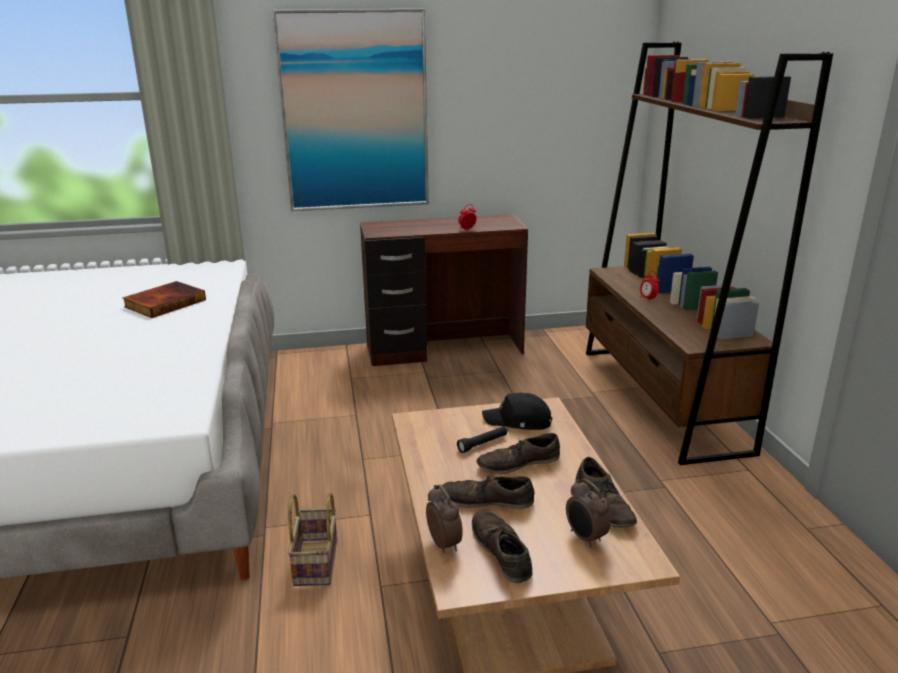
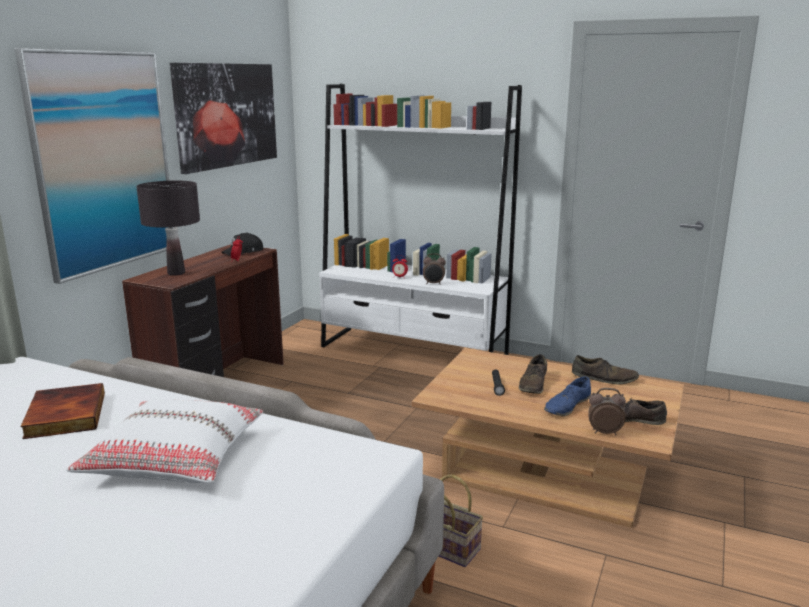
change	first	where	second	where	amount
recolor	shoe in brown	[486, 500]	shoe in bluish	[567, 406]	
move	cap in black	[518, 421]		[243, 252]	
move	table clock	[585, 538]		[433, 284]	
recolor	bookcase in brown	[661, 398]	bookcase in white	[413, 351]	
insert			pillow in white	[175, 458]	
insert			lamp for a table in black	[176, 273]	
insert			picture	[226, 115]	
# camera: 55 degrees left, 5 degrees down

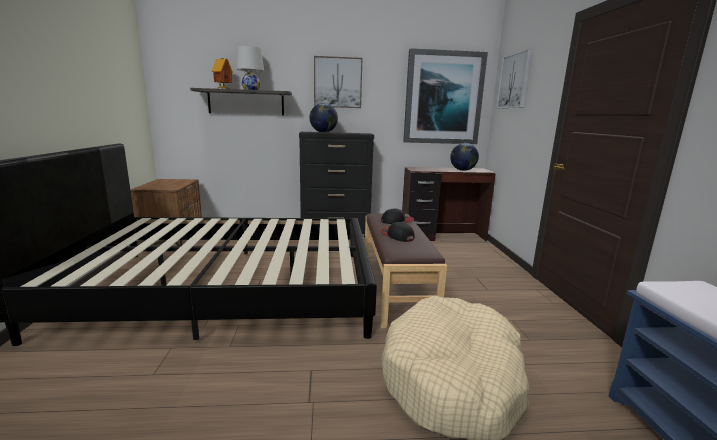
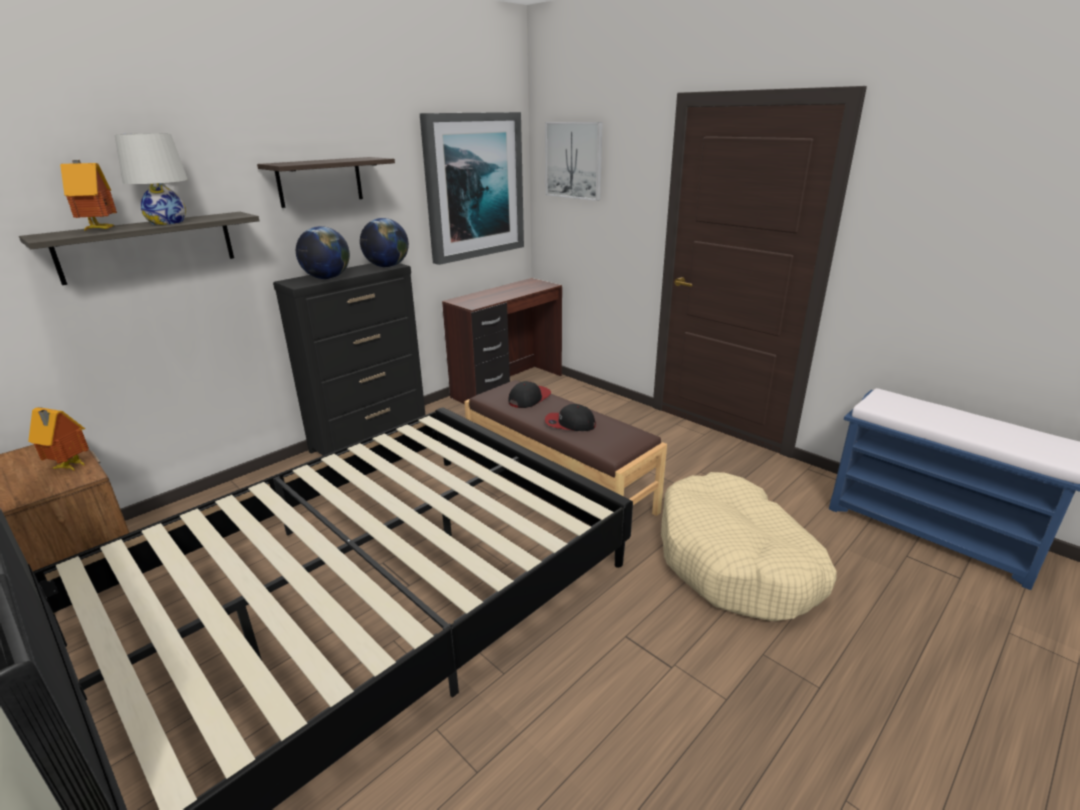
change	first	where	second	where	amount
replace	picture	[337, 82]	bracket shelf	[320, 182]	
move	globe	[462, 170]		[387, 266]	
insert			toy house	[69, 467]	
# camera: 40 degrees left, 10 degrees up

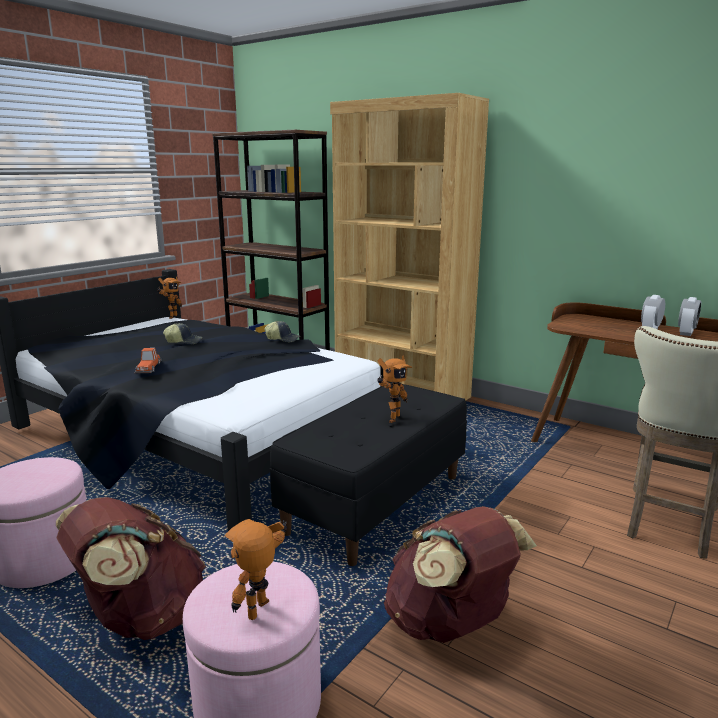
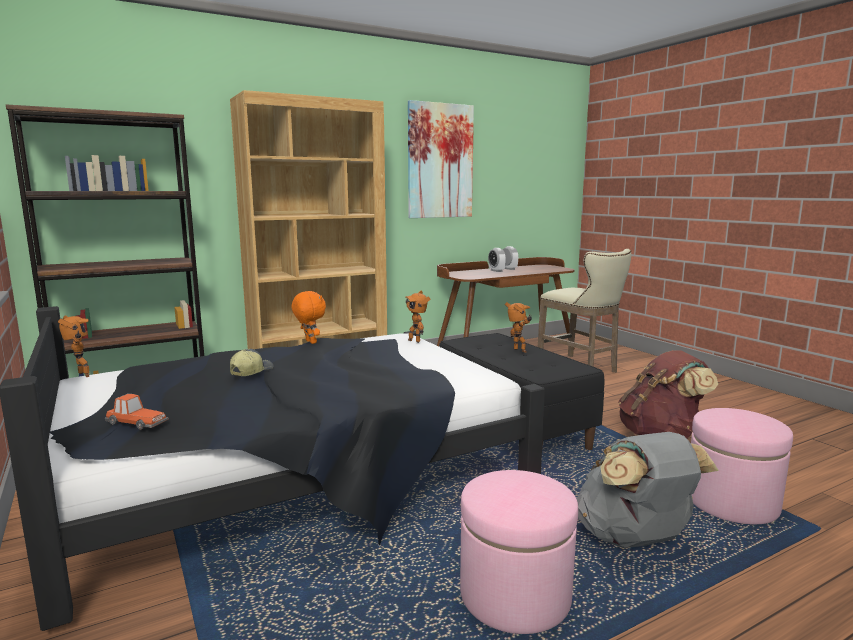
change	first	where	second	where	amount
recolor	rucksack in brown	[140, 618]	rucksack in gray	[634, 539]	
move	model car	[148, 368]		[136, 422]	
move	robot figure	[263, 611]		[415, 340]	
replace	cap	[283, 339]	plush toy in orange-coloured	[310, 342]	
insert			picture	[440, 161]	
# camera: 65 degrees left, 5 degrees down

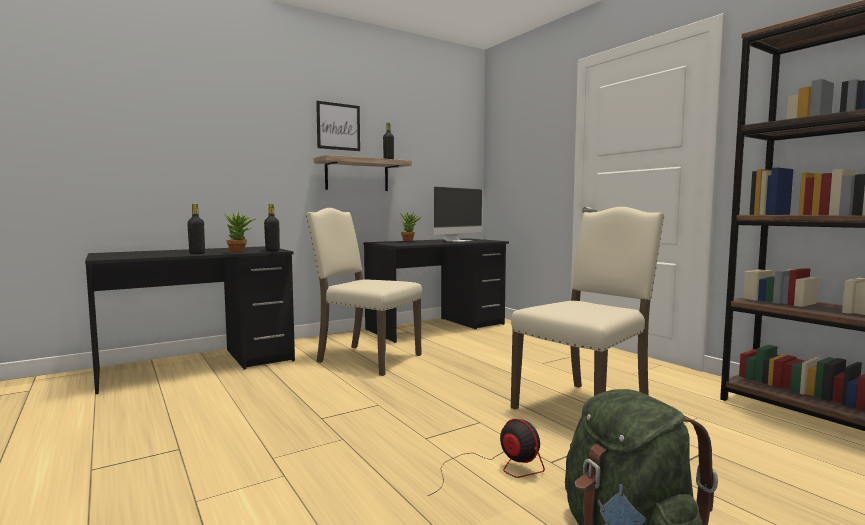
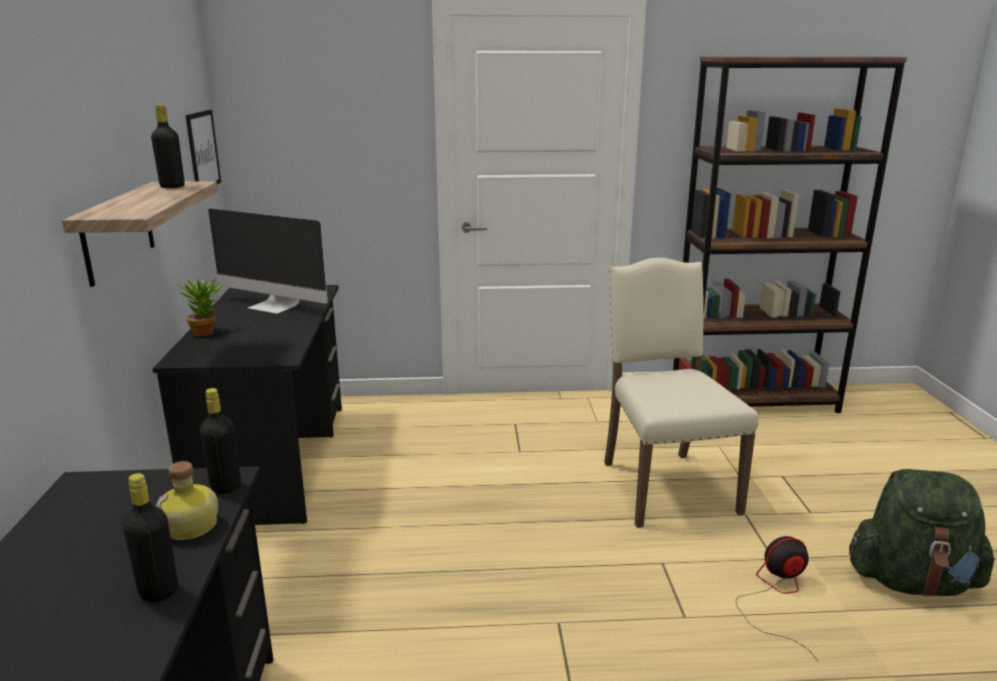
change	first	where	second	where	amount
replace	plant in a pot	[240, 252]	beverage bottle	[192, 527]	
delete	plain chair in beige	[366, 358]			
move	picture	[338, 126]		[203, 150]	
rotate	monitor	[458, 241]		[275, 306]	135 degrees clockwise
# camera: 60 degrees left, 15 degrees up

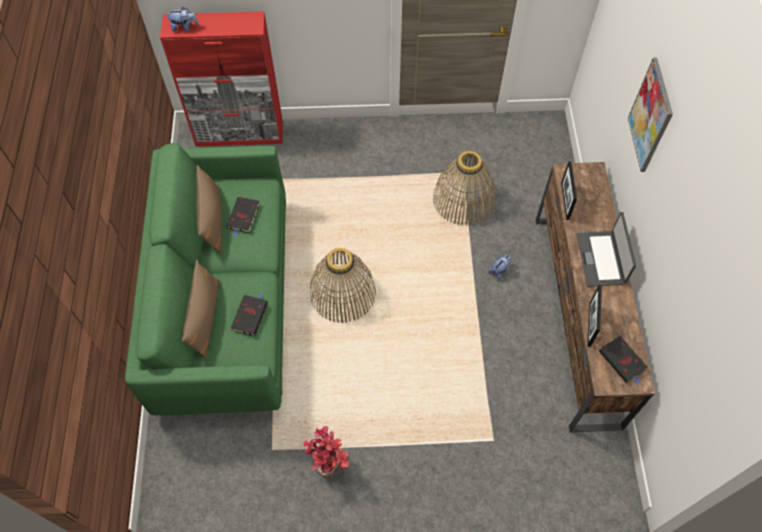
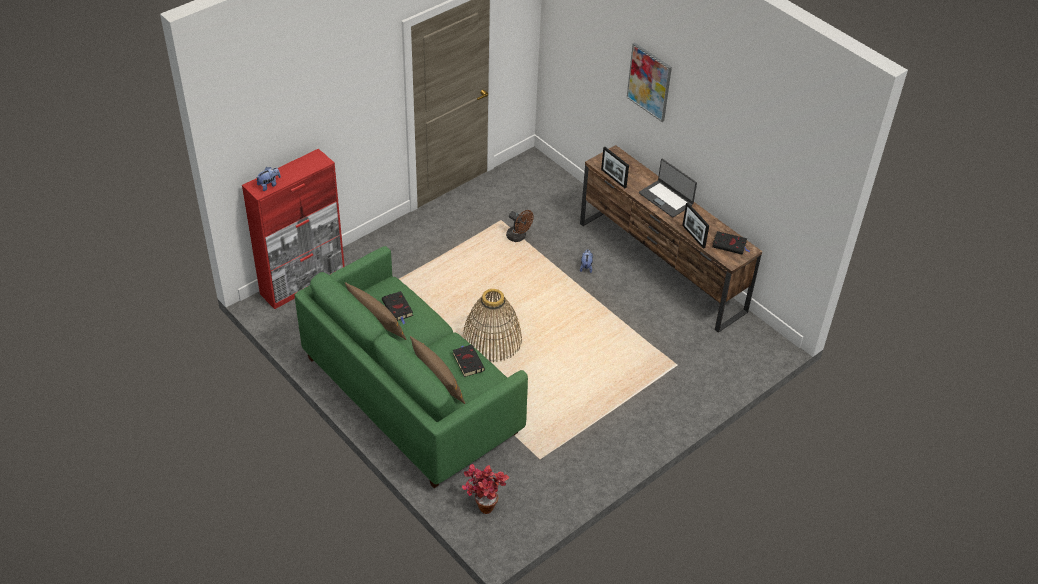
change	first	where	second	where	amount
move	plant in a pot	[329, 463]		[483, 504]	
replace	household basket	[463, 199]	fan in brown	[519, 237]	
# camera: 40 degrees left, 15 degrees down

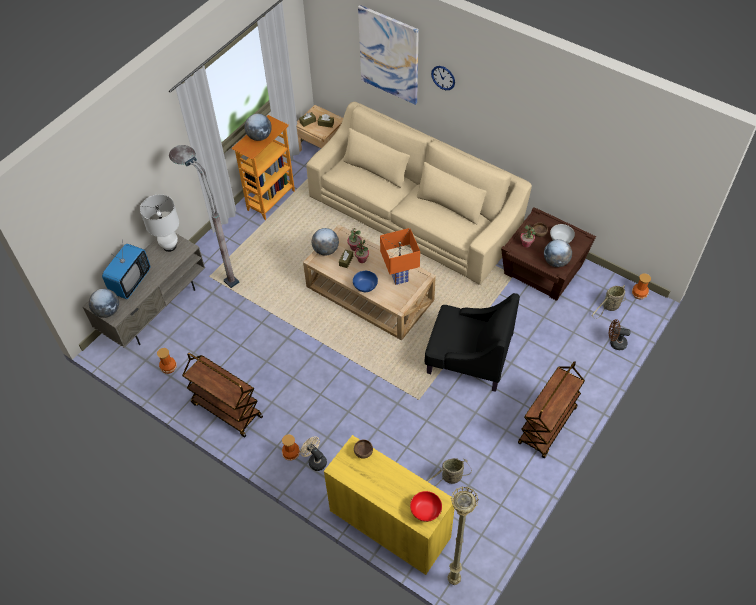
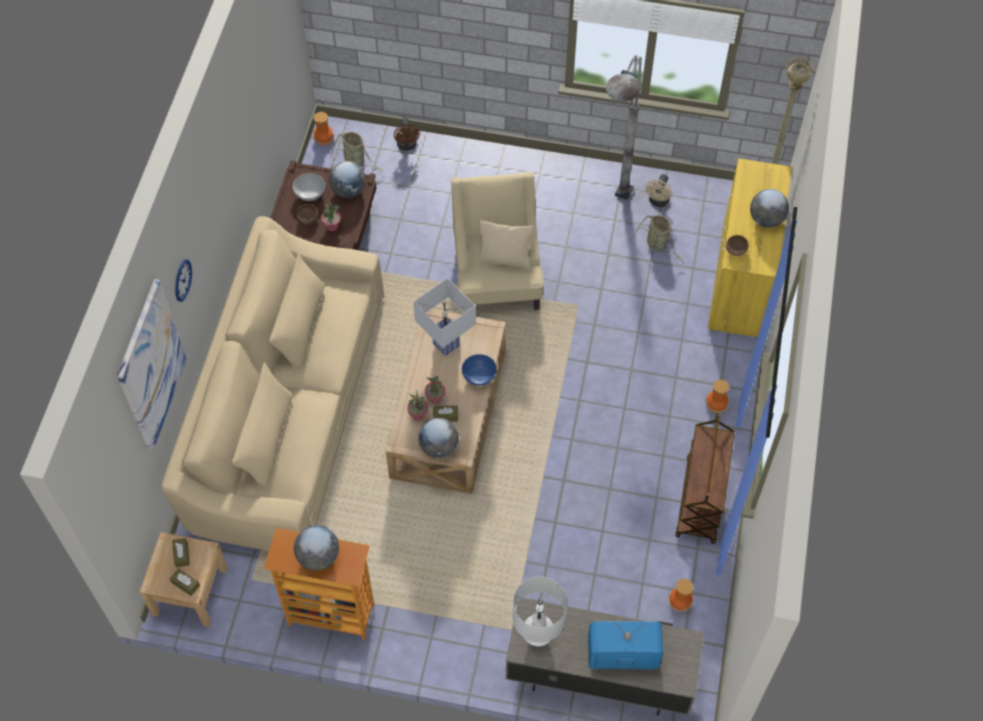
change	first	where	second	where	amount
move	globe	[107, 311]		[766, 219]	
move	standing lamp in gray	[217, 268]		[612, 215]	
move	fan in beige	[315, 460]		[658, 202]	
recolor	lamp for a table in orange-coloured	[400, 278]	lamp for a table in white	[446, 344]	
delete	serving bowl in red-coloured	[425, 511]			
recolor	lounge chair in black	[467, 358]	lounge chair in beige	[496, 276]	
delete	trolley in brown	[547, 426]			
insert			pillow in beige	[504, 259]	
# camera: 115 degrees left, 5 degrees up

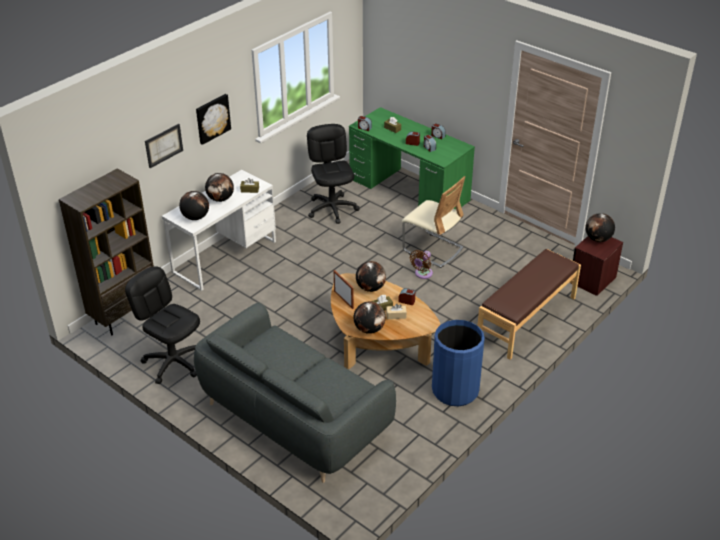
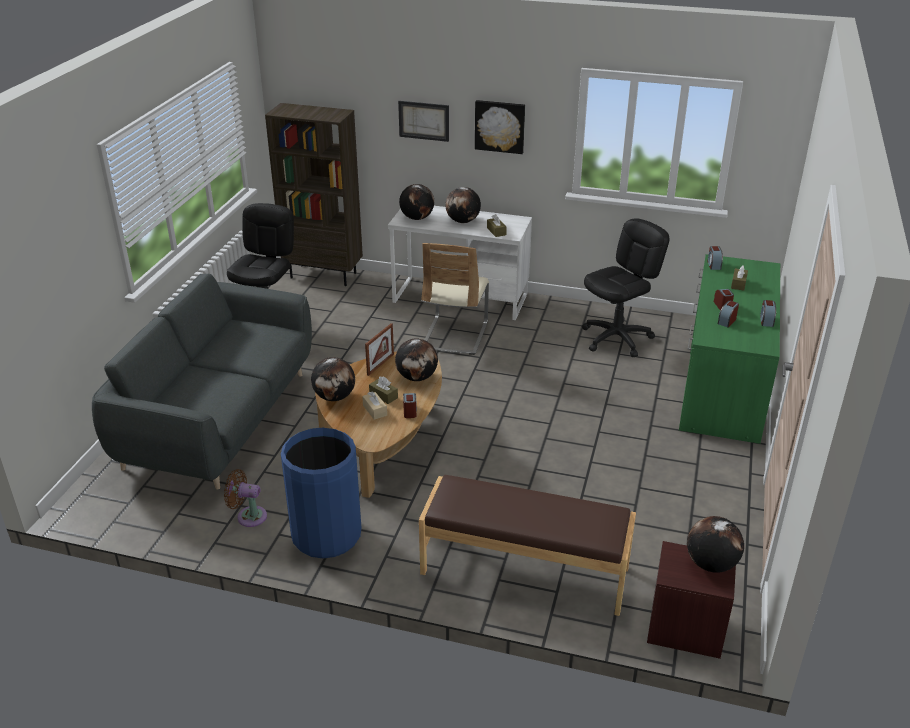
change	first	where	second	where	amount
move	plain chair in beige	[432, 249]		[455, 335]	
move	fan in brown	[422, 274]		[248, 516]	
# camera: 65 degrees right, 5 degrees down

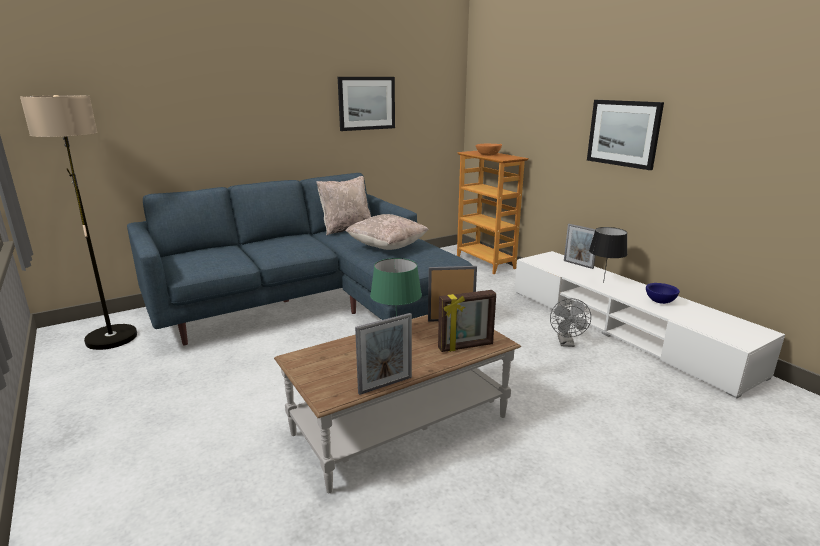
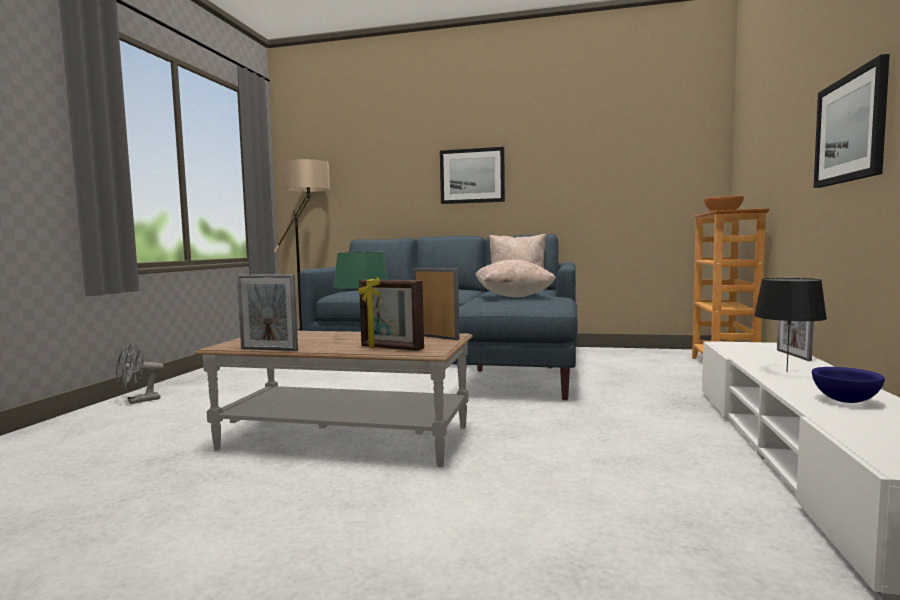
change	first	where	second	where	amount
move	picture	[366, 103]		[472, 176]	
move	fan in gray	[566, 343]		[138, 401]	
# camera: 45 degrees right, 15 degrees down

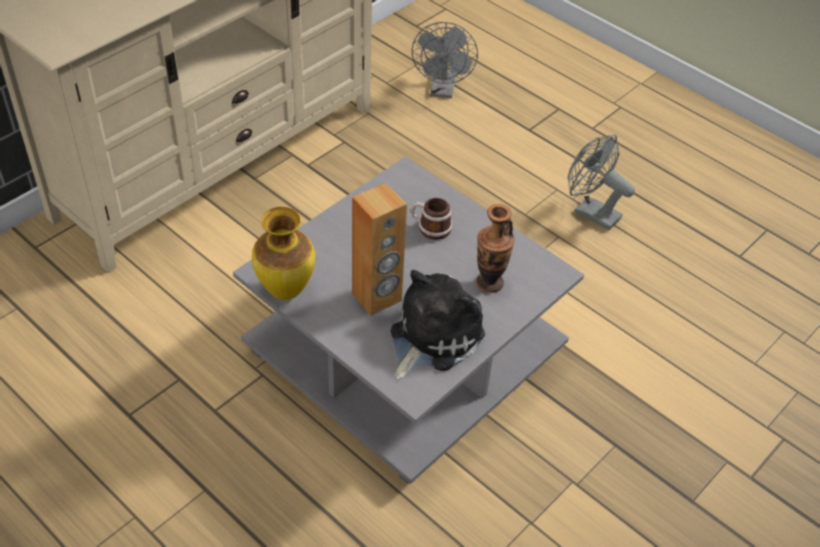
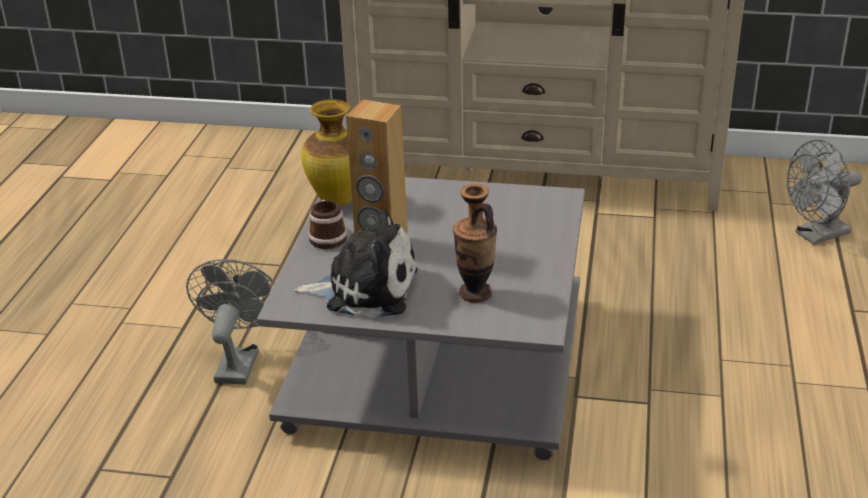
change	first	where	second	where	amount
move	mug	[430, 227]		[327, 237]	
move	fan in gray	[590, 212]		[238, 361]	
# camera: 60 degrees right, 15 degrees down

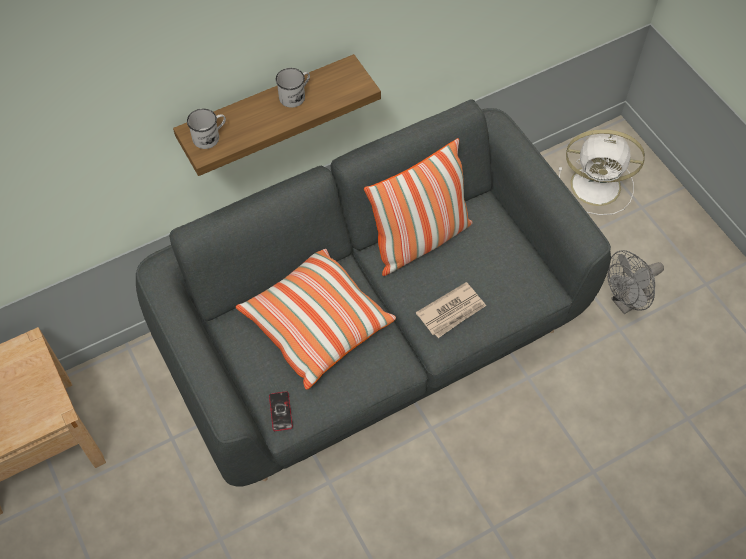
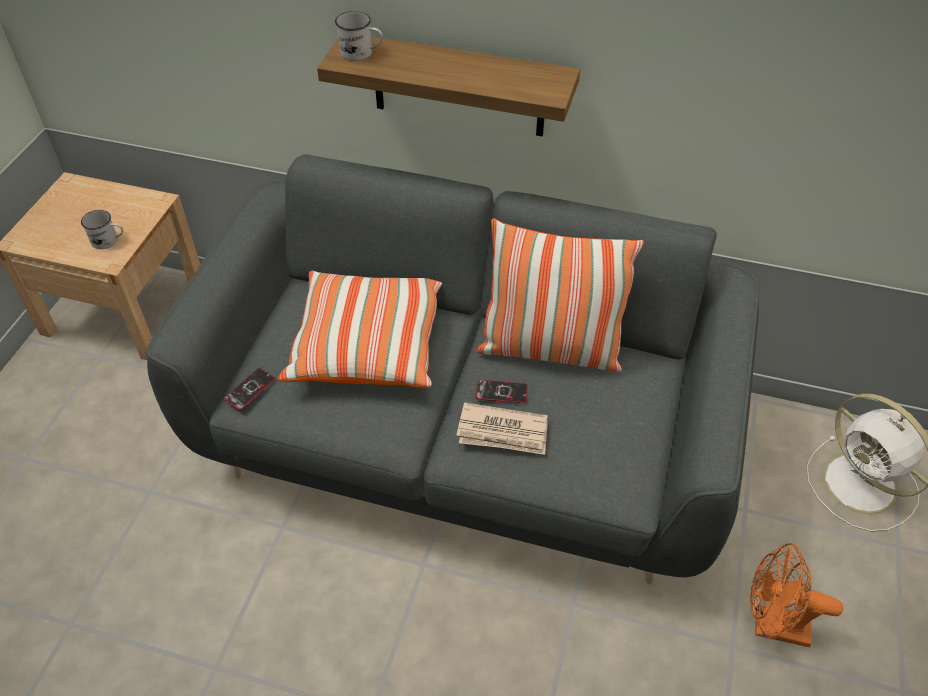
change	first	where	second	where	amount
move	mug in white	[295, 95]		[109, 241]	
recolor	fan in gray	[626, 302]	fan in orange-coloured	[771, 626]	
insert			handset	[501, 392]	
# camera: 45 degrees right, 10 degrees down

